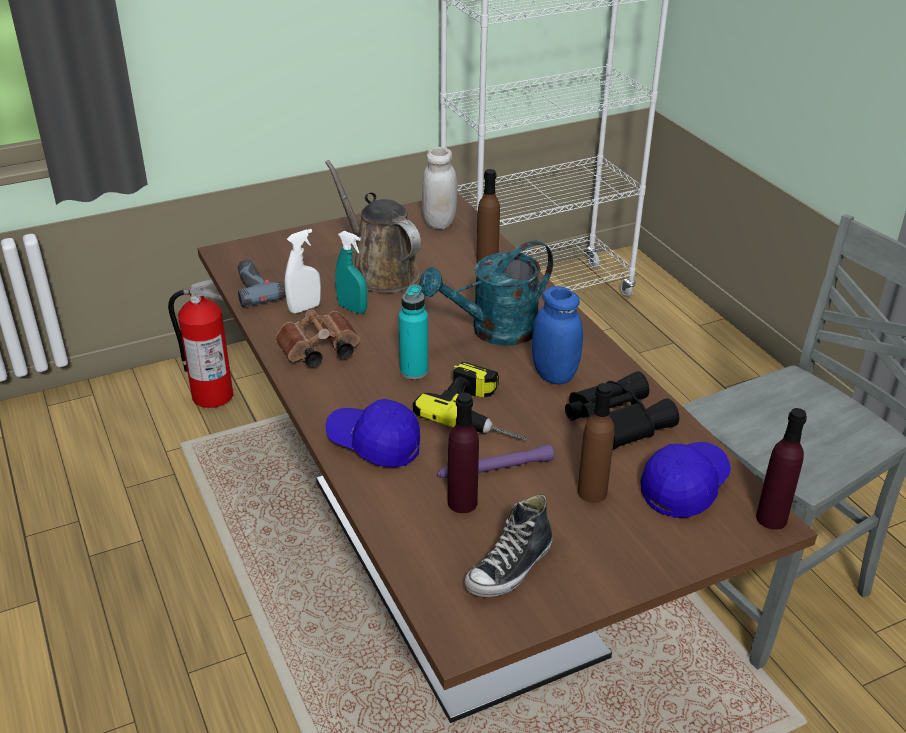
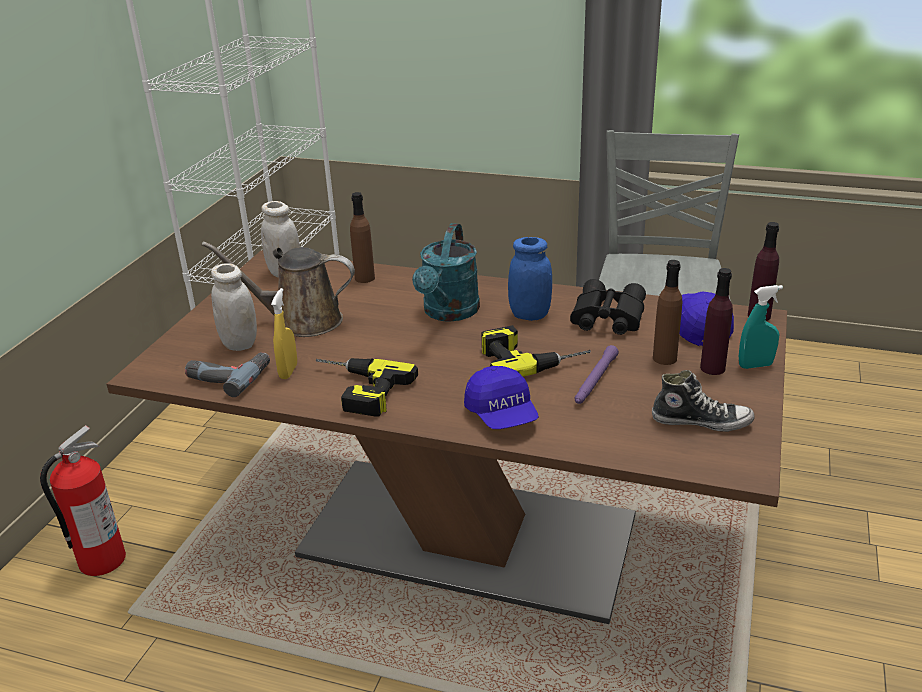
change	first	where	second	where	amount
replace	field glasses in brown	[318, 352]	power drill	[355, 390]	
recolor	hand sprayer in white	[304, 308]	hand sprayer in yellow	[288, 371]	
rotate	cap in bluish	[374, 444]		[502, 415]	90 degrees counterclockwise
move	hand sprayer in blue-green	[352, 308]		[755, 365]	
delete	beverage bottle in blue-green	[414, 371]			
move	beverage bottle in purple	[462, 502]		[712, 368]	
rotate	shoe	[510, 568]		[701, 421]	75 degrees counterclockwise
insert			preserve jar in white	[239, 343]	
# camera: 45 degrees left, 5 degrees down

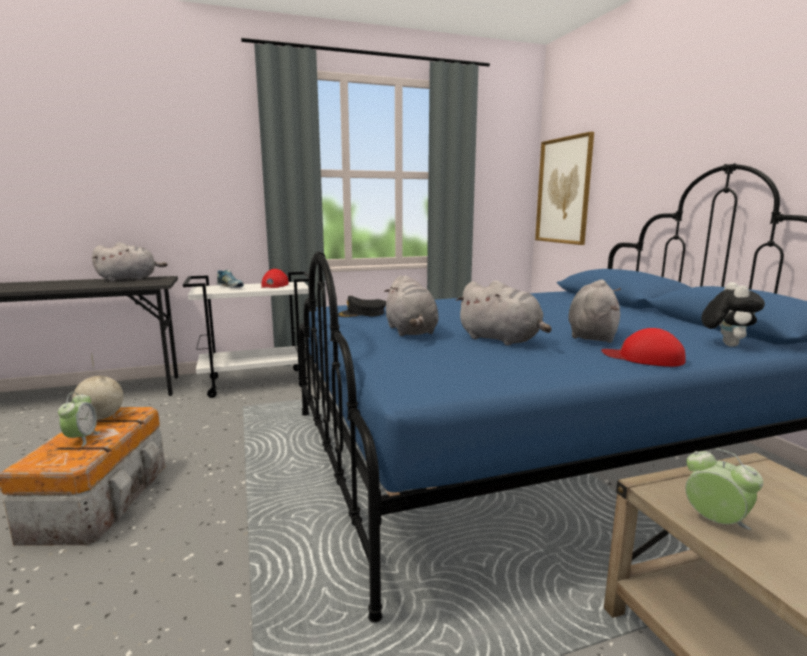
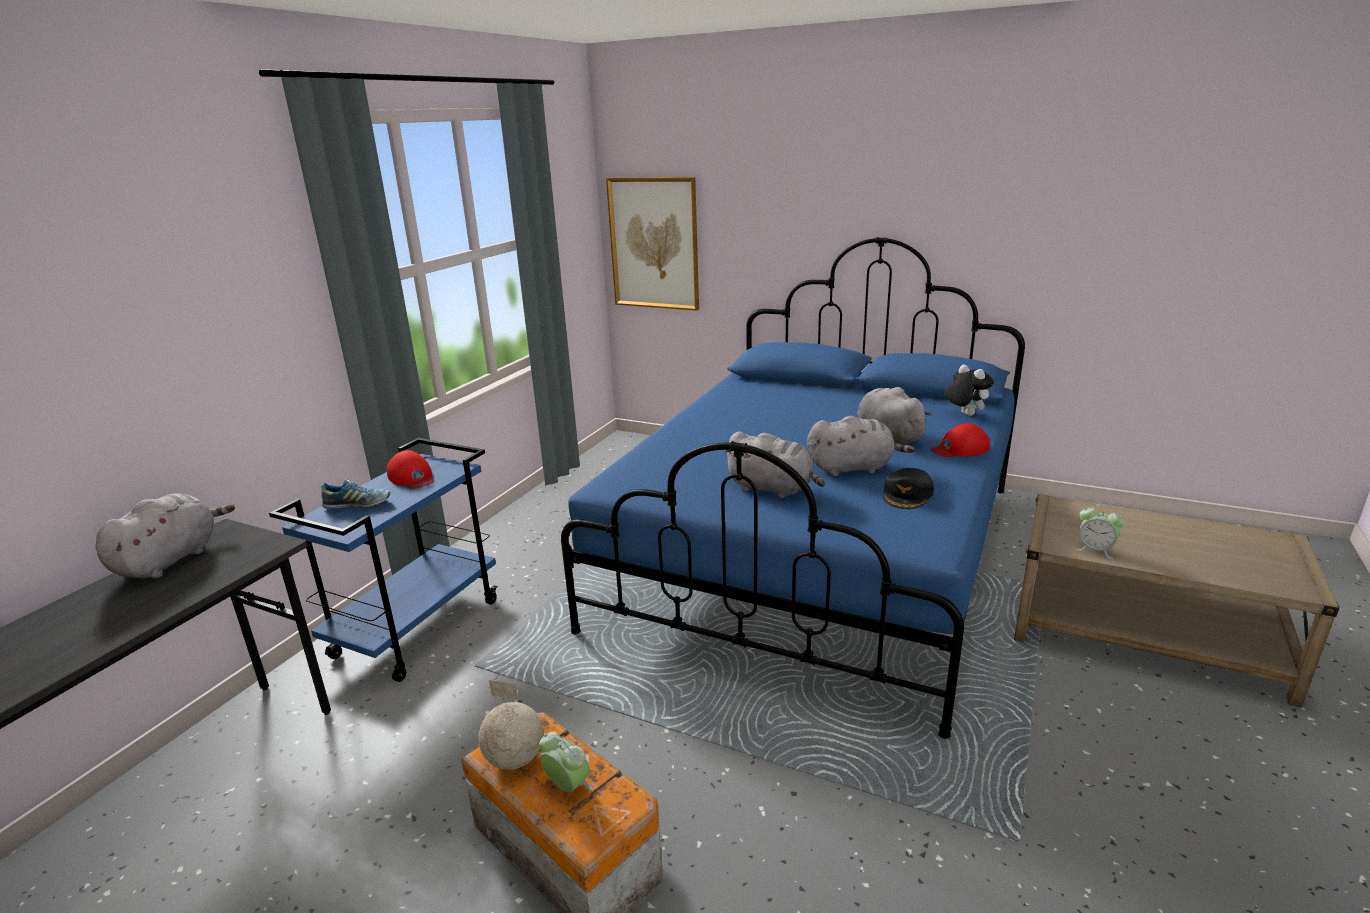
change	first	where	second	where	amount
recolor	trolley in white	[258, 382]	trolley in bluish	[417, 627]	
move	cap in black	[362, 314]		[907, 494]	
rotate	table clock	[714, 522]		[1095, 550]	150 degrees counterclockwise
# camera: 45 degrees left, 10 degrees up

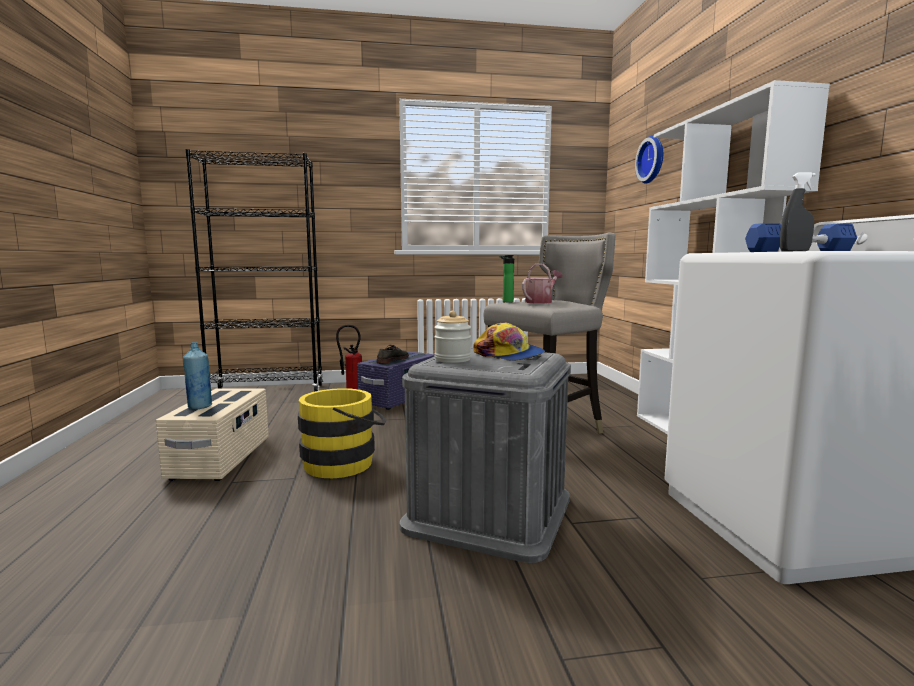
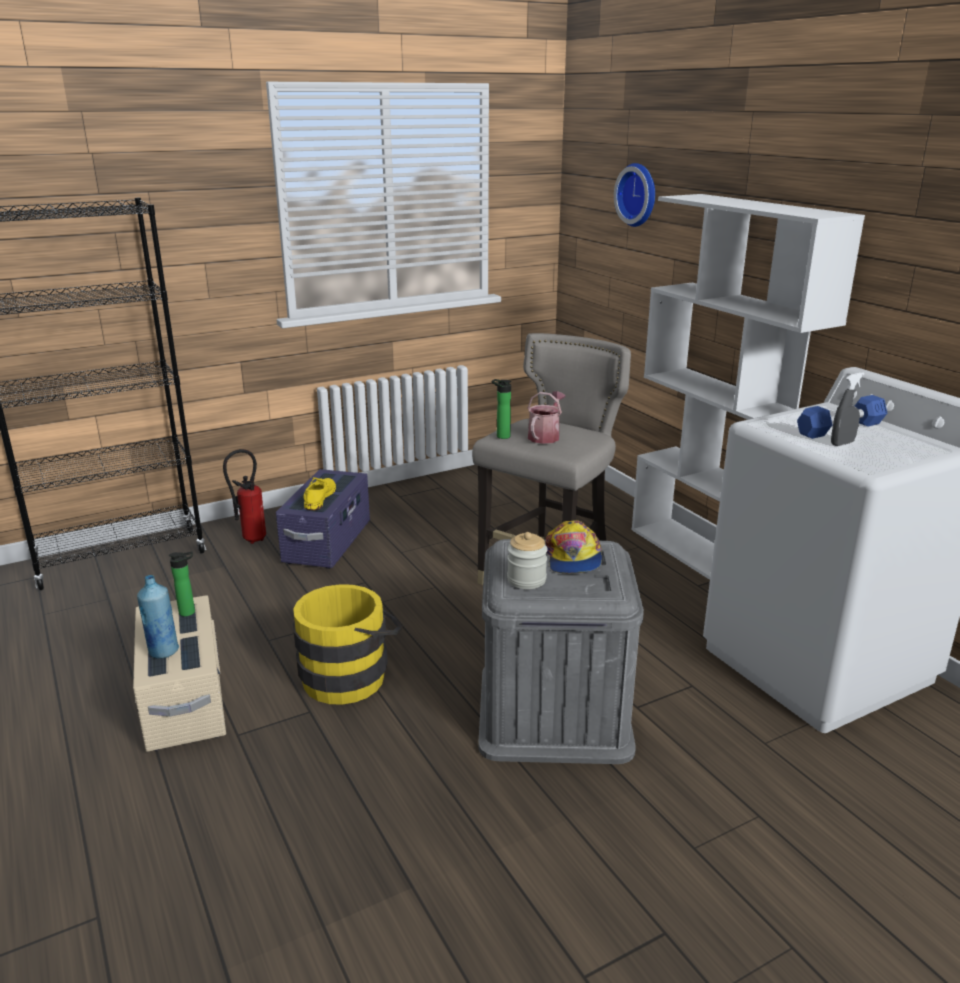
change	first	where	second	where	amount
recolor	shoe in gray	[392, 360]	shoe in yellow	[319, 497]	
rotate	cap	[509, 355]		[573, 558]	60 degrees clockwise
insert			beverage bottle	[189, 612]	
# camera: 20 degrees left, 15 degrees up

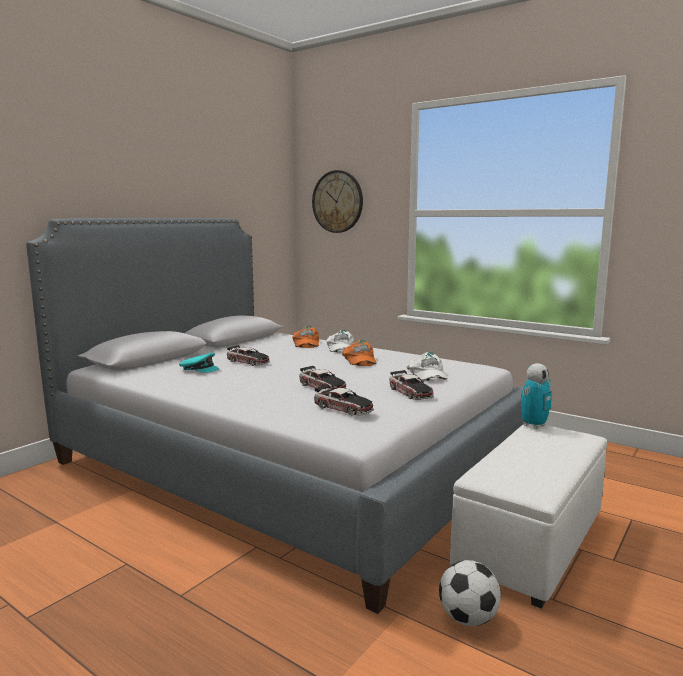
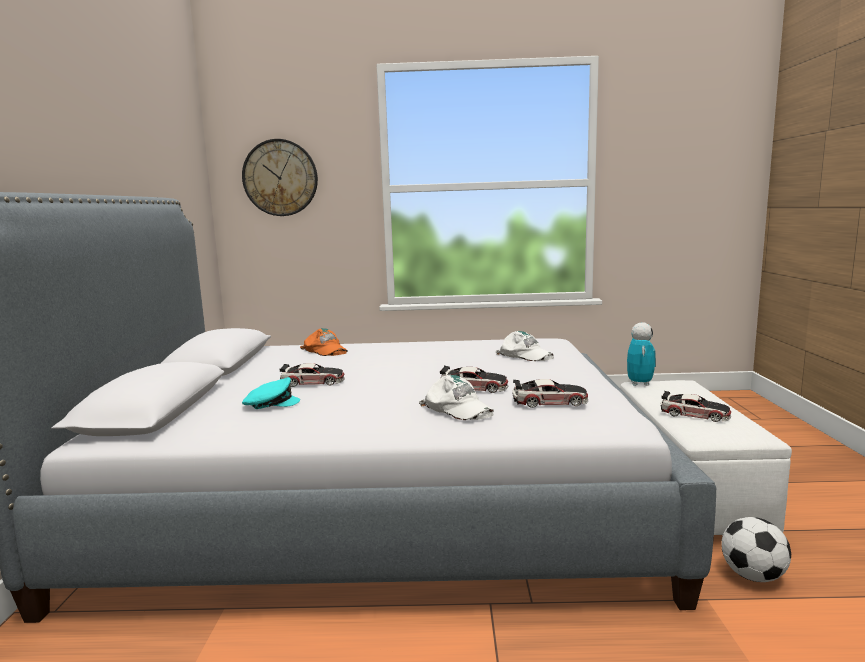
change	first	where	second	where	amount
move	cap in white	[340, 347]		[457, 408]	
delete	cap in orange-coloured	[359, 360]			
move	model car	[410, 392]		[694, 414]	
# camera: 35 degrees left, 0 degrees up

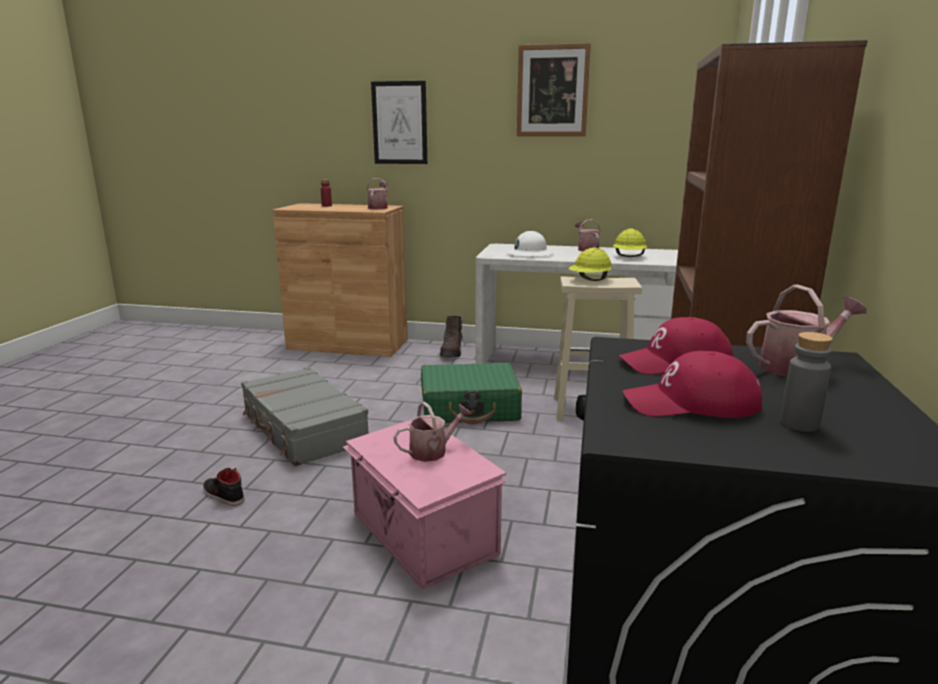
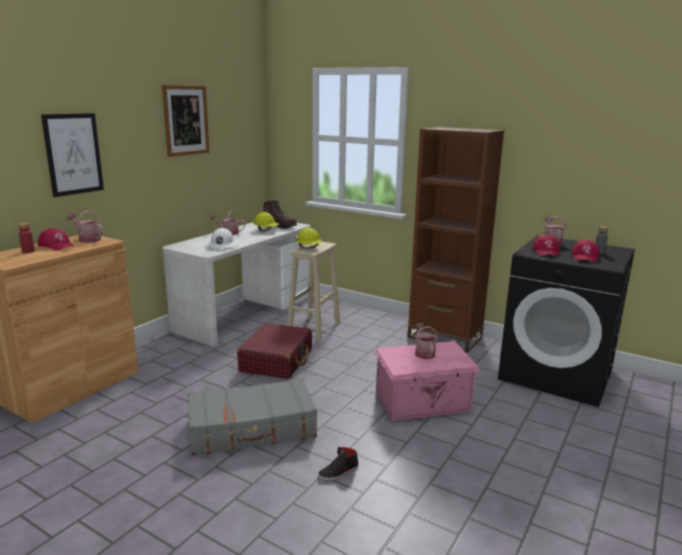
change	first	where	second	where	amount
recolor	suitcase in greenish	[470, 407]	suitcase in red-coloured	[277, 360]	
move	boot in brown	[452, 352]		[280, 226]	
insert			cap in red-coloured	[57, 245]	
# camera: 70 degrees left, 0 degrees up

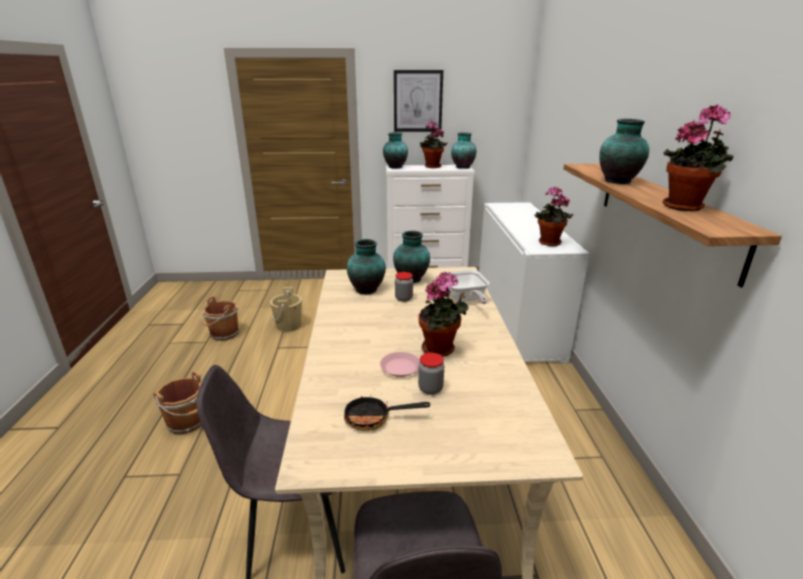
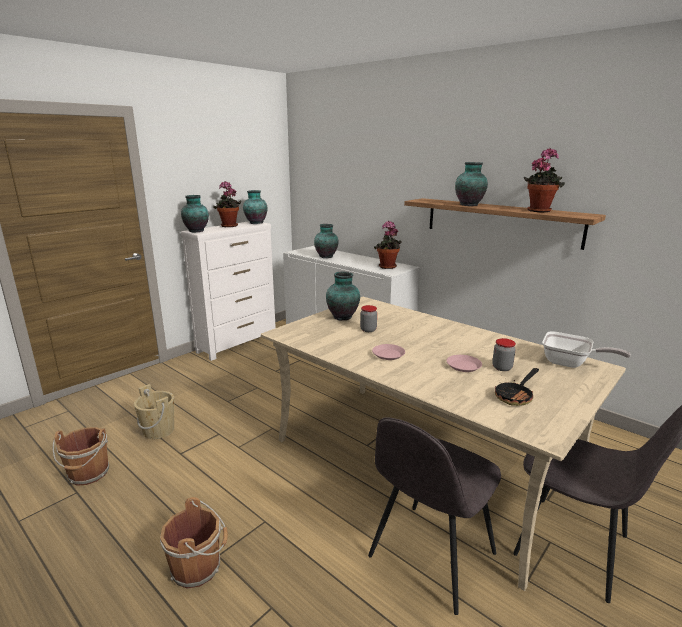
change	first	where	second	where	amount
move	vase	[367, 290]		[326, 256]	
delete	picture	[418, 101]			
delete	plant in a pot	[441, 350]			
move	skillet	[465, 300]		[570, 363]	
insert			flat dish in pink	[388, 354]	
# camera: 45 degrees left, 5 degrees down

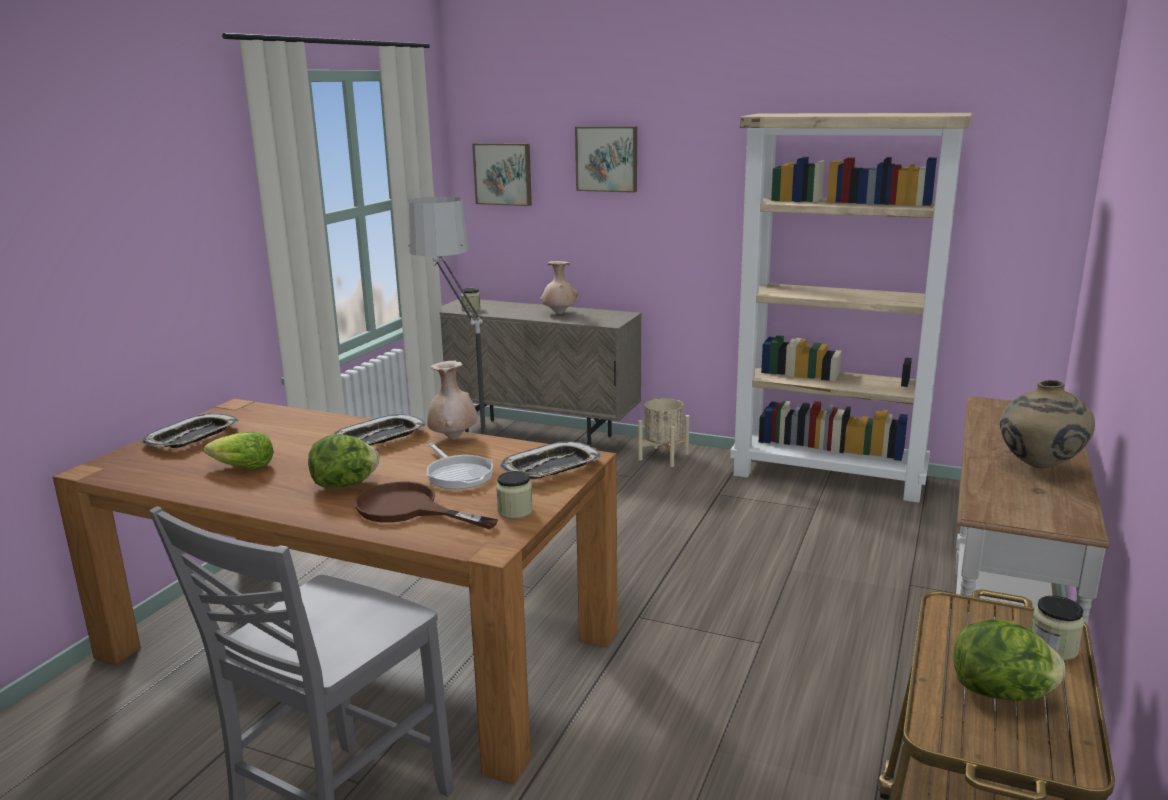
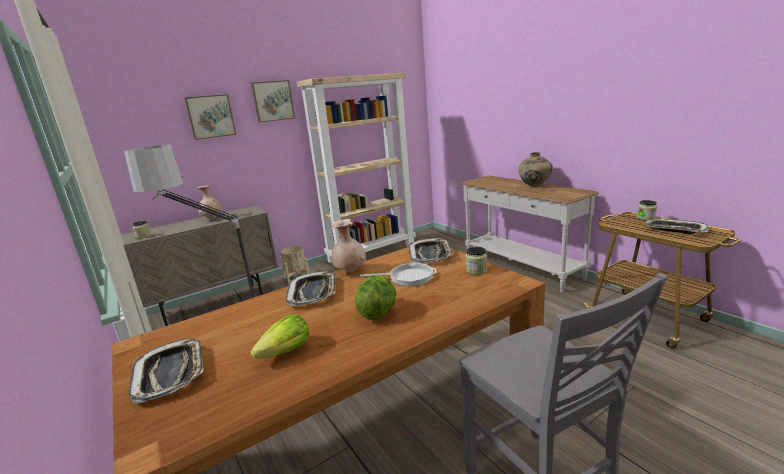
change	first	where	second	where	amount
delete	skillet in brown	[408, 509]			
move	picture	[503, 174]		[272, 101]	
replace	head of lettuce	[1002, 693]	serving tray	[674, 230]	
# camera: 55 degrees left, 0 degrees up

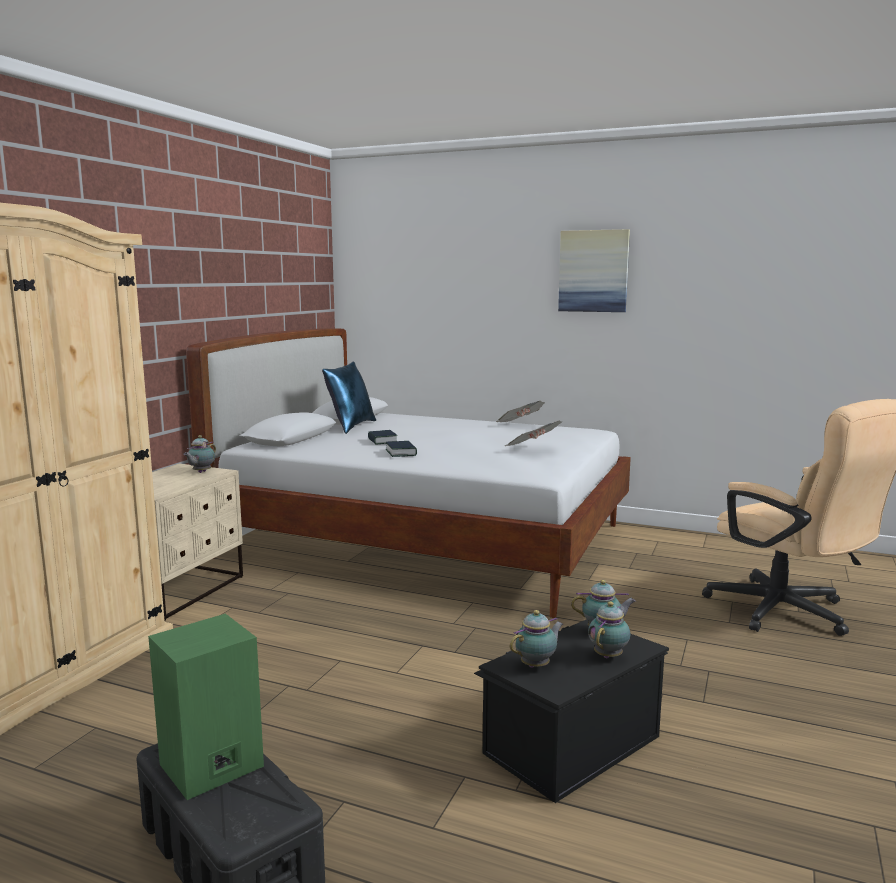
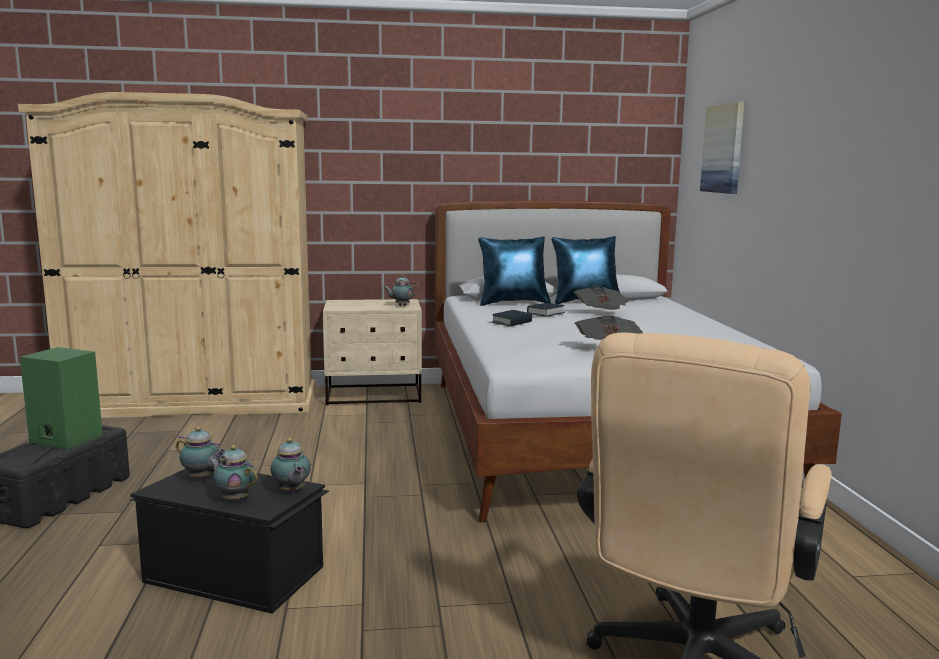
change	first	where	second	where	amount
move	daily paper	[519, 425]		[601, 313]	
move	picture	[593, 271]		[723, 149]	
rotate	teapot	[609, 655]		[234, 498]	150 degrees counterclockwise
insert			pillow in bluish	[513, 303]	
# camera: 60 degrees right, 0 degrees up

